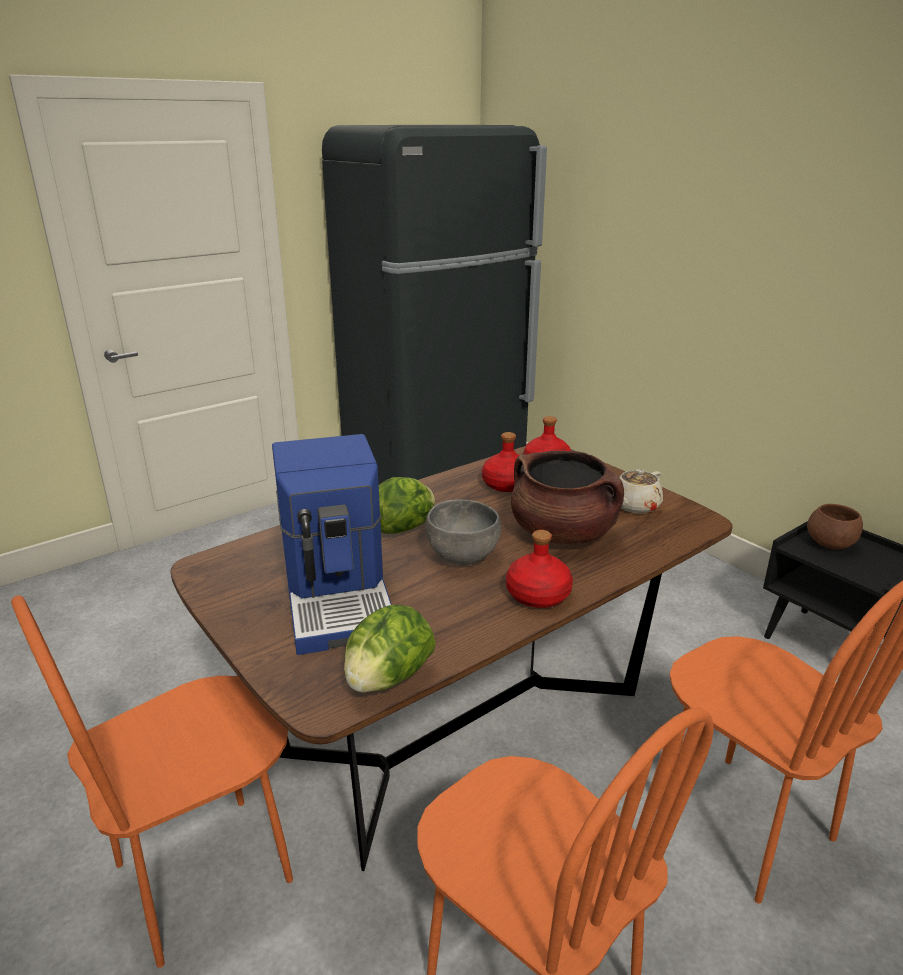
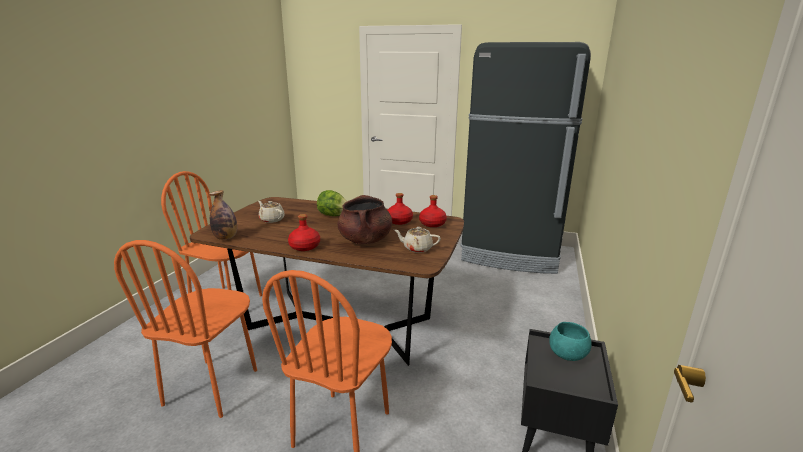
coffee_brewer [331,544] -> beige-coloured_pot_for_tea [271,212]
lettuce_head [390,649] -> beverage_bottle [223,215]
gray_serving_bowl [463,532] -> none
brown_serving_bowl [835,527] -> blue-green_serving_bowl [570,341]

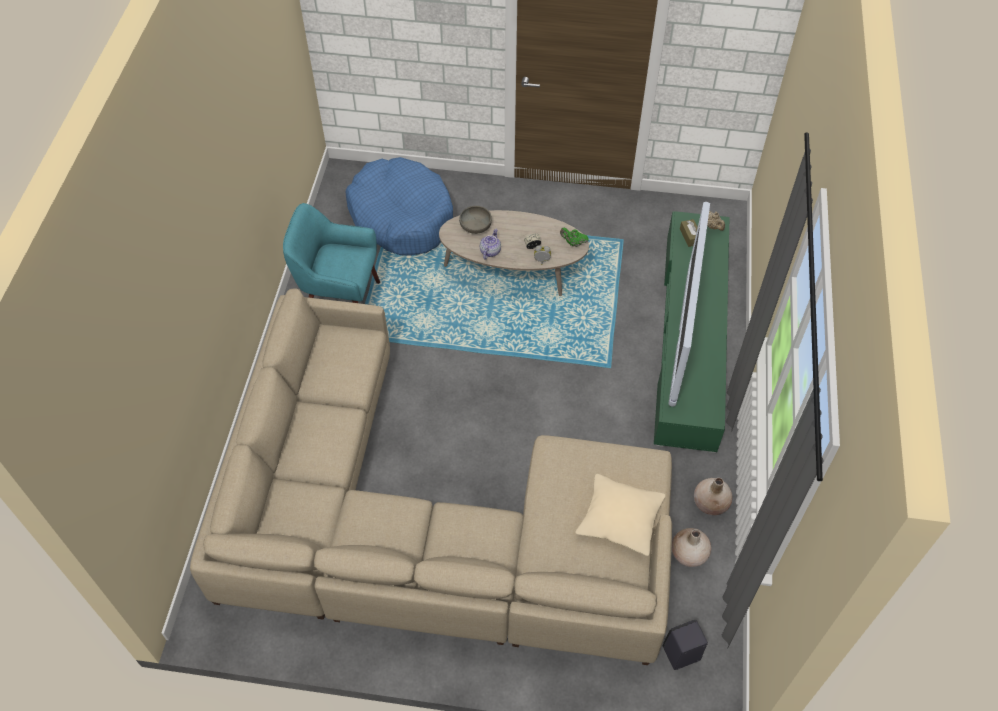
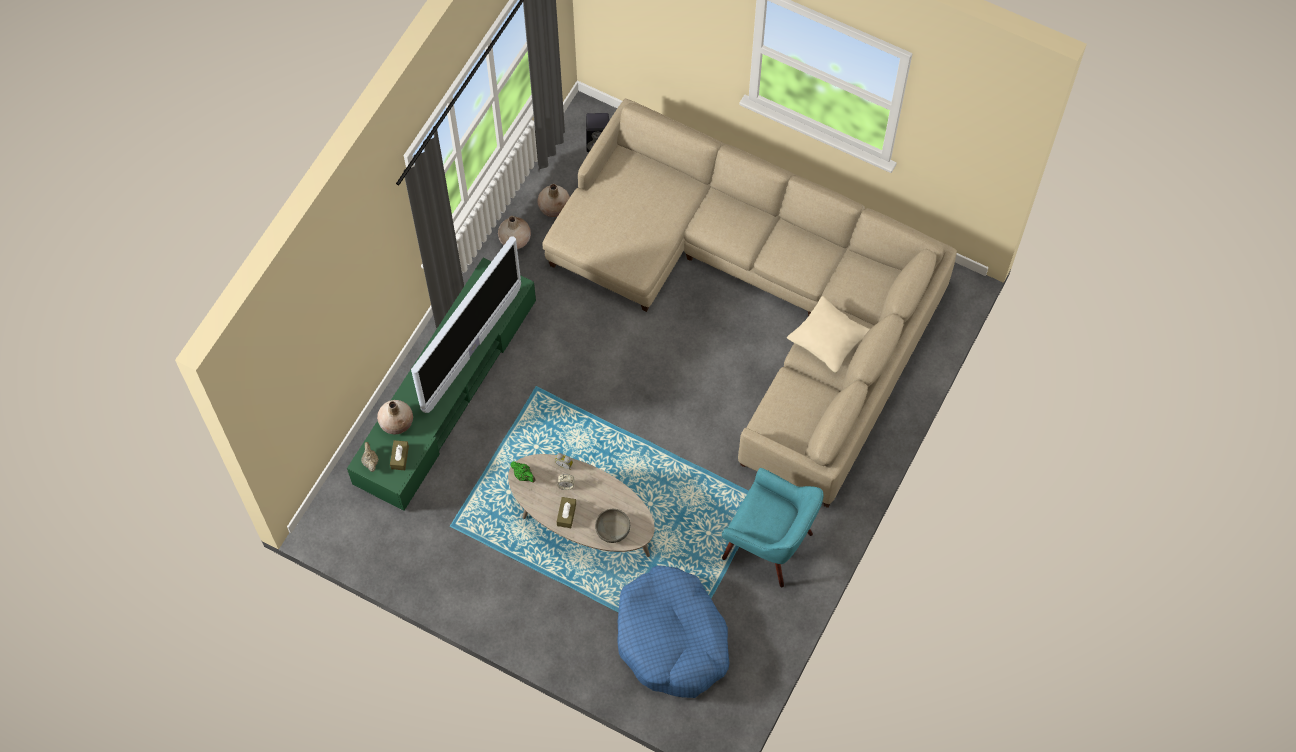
pot_for_tea [490,244] -> none
beige-coloured_cushion [620,515] -> beige-coloured_cushion [828,334], move
none -> beige-coloured_flower_vase [395,417]
none -> brown_tissue_box [566,512]

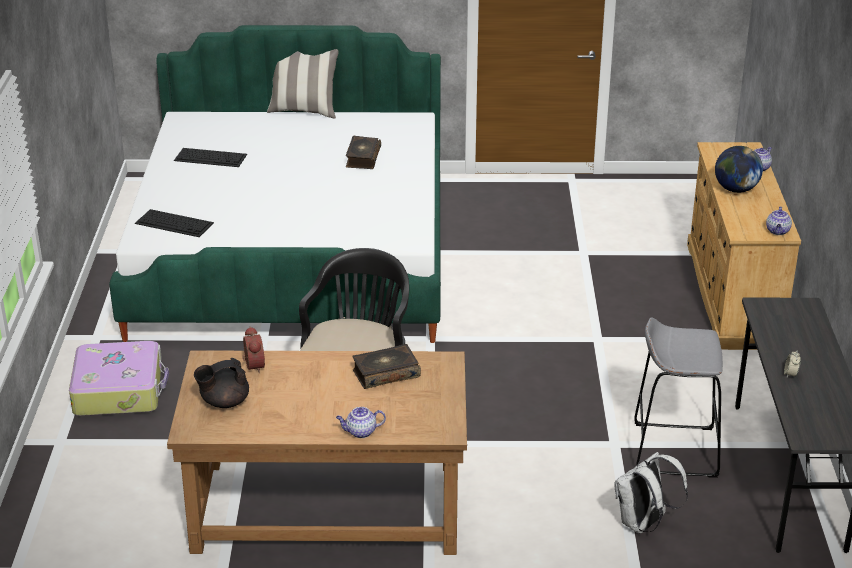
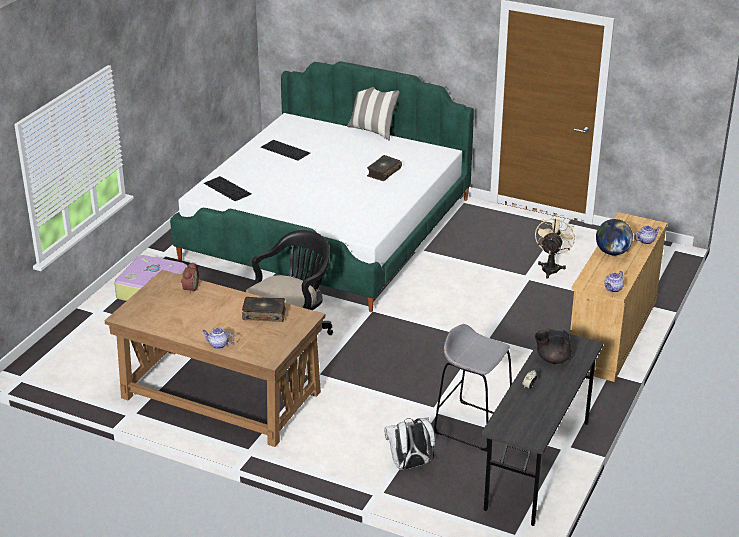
blackish_pot_for_tea [221,383] -> blackish_pot_for_tea [553,347], move
none -> beige-coloured_cooling_fan [555,246]

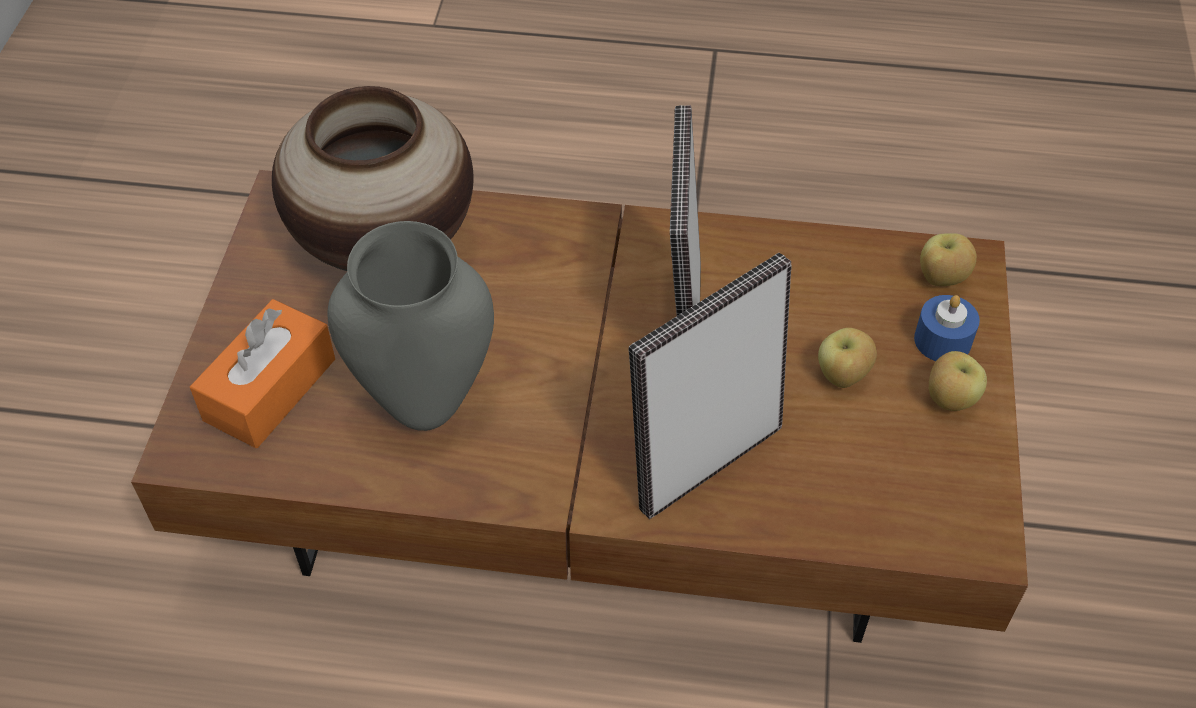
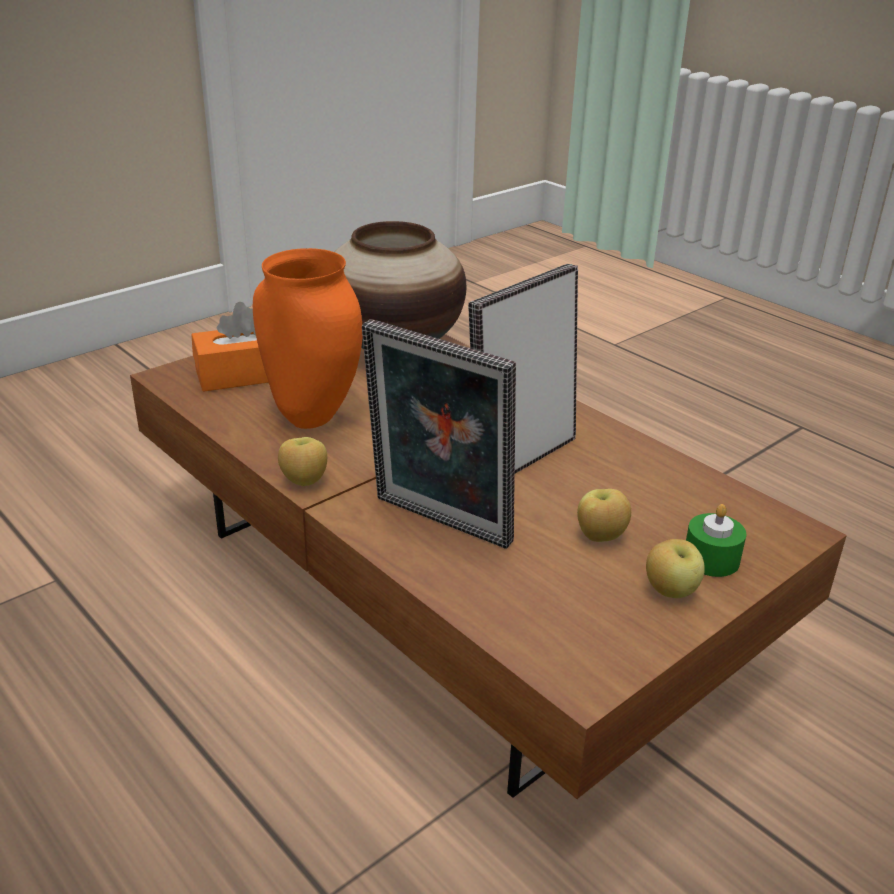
gray_flower_vase [410,326] -> orange_flower_vase [308,338]
standing_frame [710,386] -> standing_frame [439,434], 150 degrees counterclockwise
blue_candle [947,328] -> greenish_candle [716,540]
apple_fruit [948,259] -> apple_fruit [302,461], move

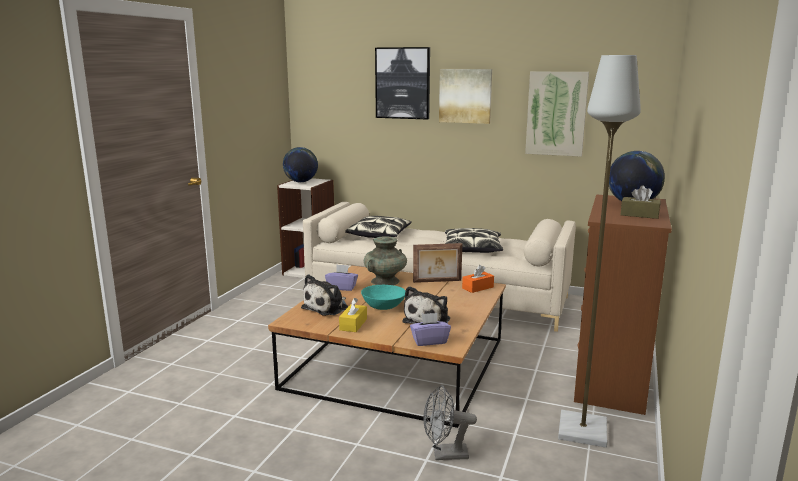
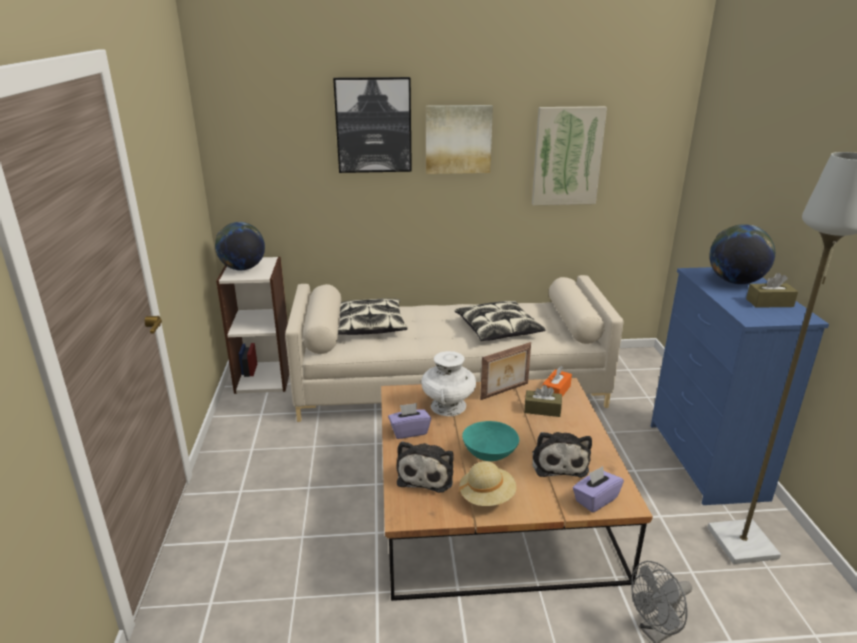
yellow_tissue_box [353,315] -> beige-coloured_clothing_hat [487,483]
blue-green_flower_vase [385,260] -> white-coloured_flower_vase [448,383]
brown_chest_of_drawers [623,304] -> blue_chest_of_drawers [740,386]
none -> brown_tissue_box [543,401]

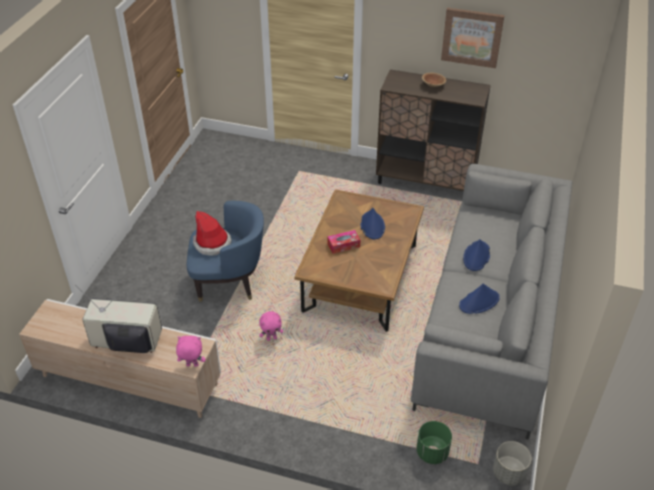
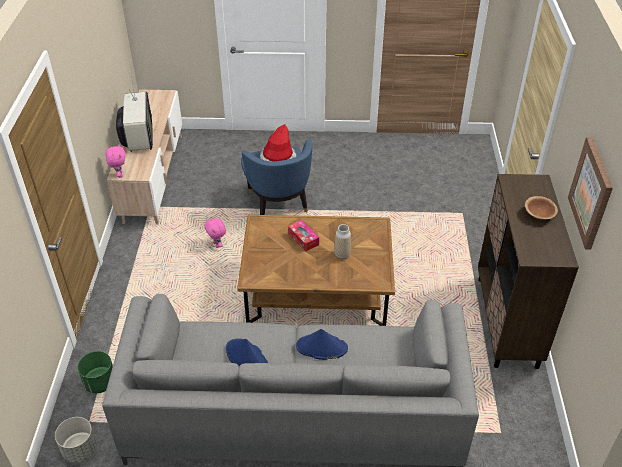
blue_clothing_hat [372,223] -> flower_vase [342,241]

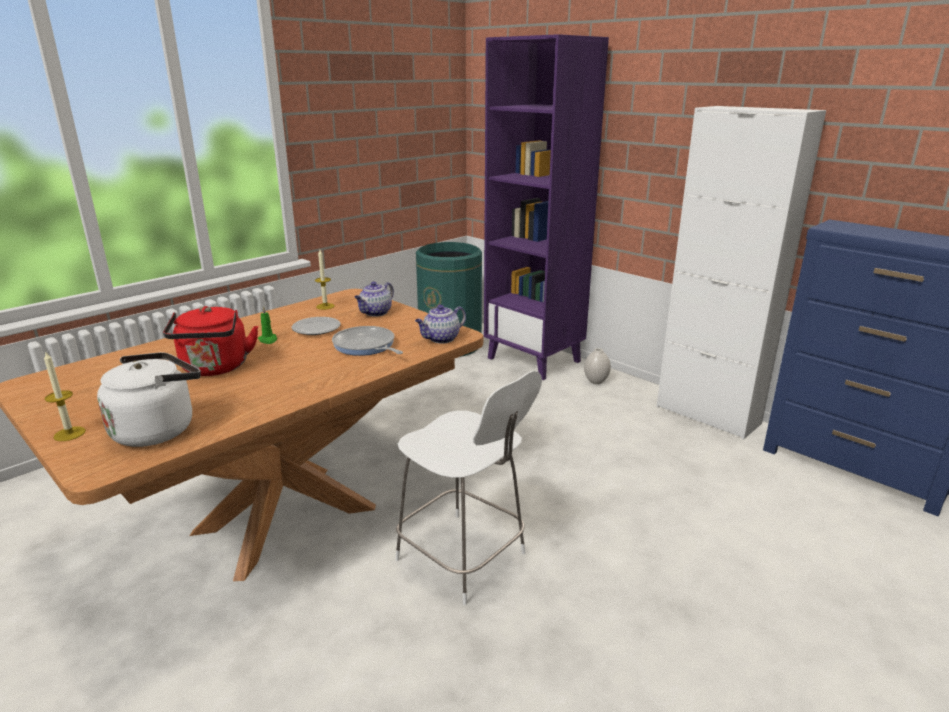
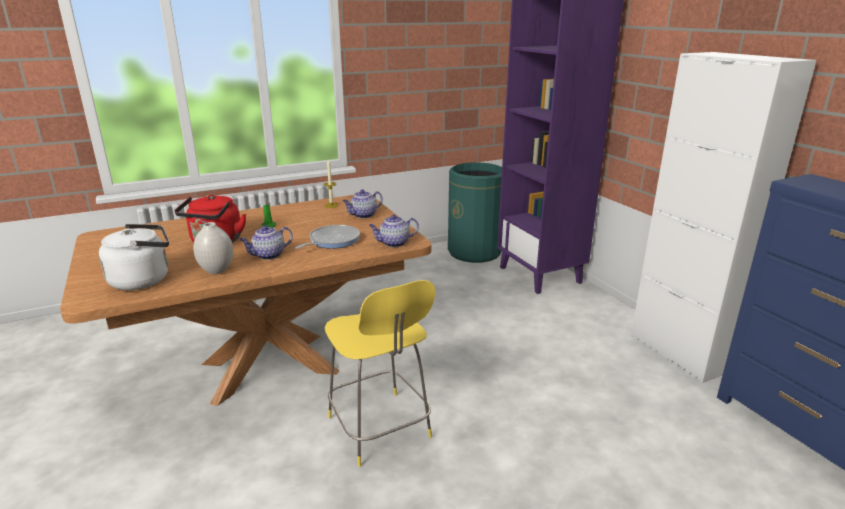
candle [65,396] -> none
flat_dish [316,326] -> none
frying_pan [367,341] -> frying_pan [327,237], 60 degrees clockwise
white-coloured_stool [468,488] -> yellow_stool [380,373]
white-coloured_flower_vase [597,366] -> white-coloured_flower_vase [213,248], move
none -> pot_for_tea [266,242]

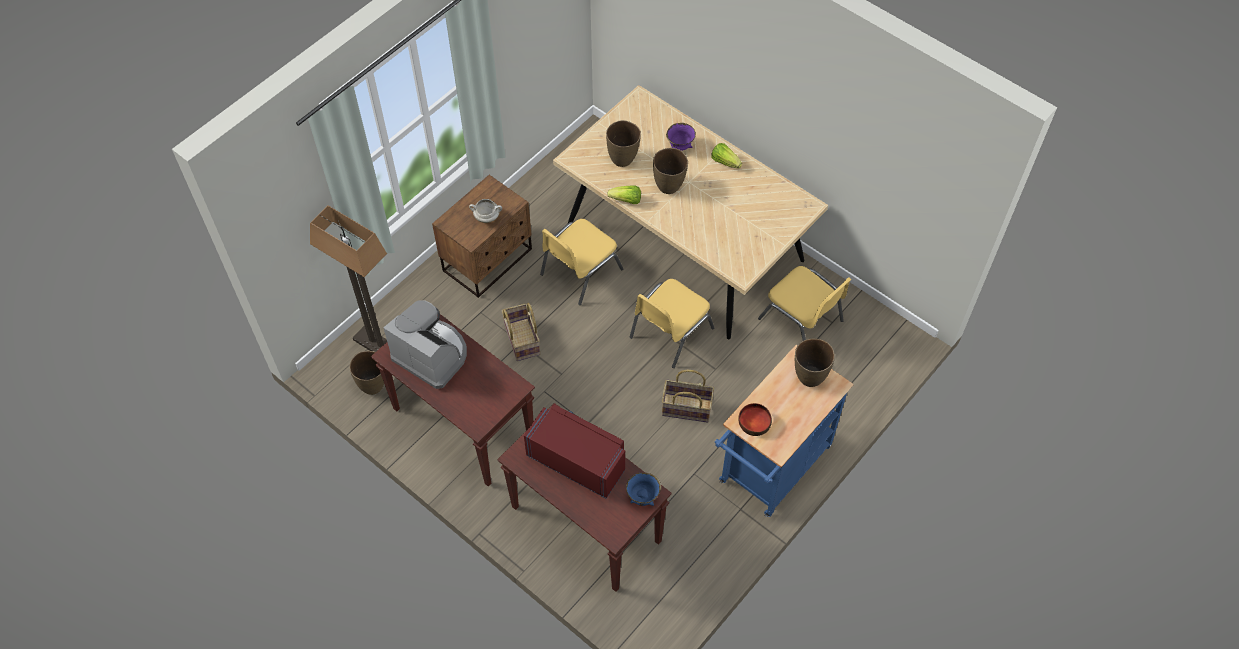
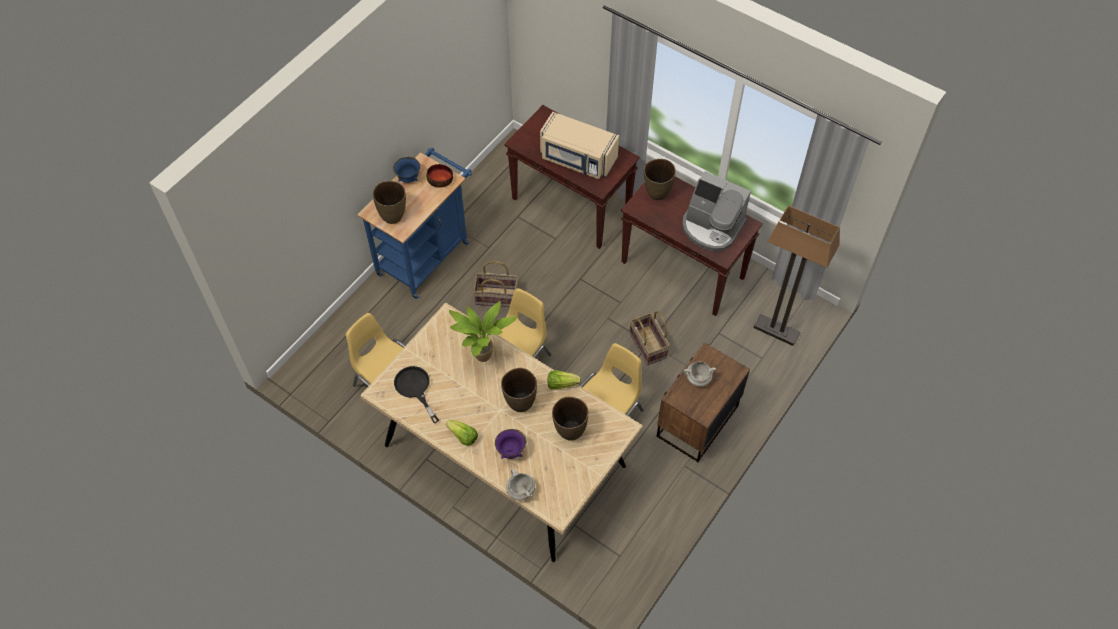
brown_flower_vase [366,373] -> brown_flower_vase [660,179], move
red-coloured_kitchen_microwave [574,451] -> beige-coloured_kitchen_microwave [579,145]
blue_serving_bowl [644,489] -> blue_serving_bowl [406,170], move
none -> blackish_frying_pan [416,394]
none -> houseplant [483,331]
none -> white-coloured_saucepot [520,484]

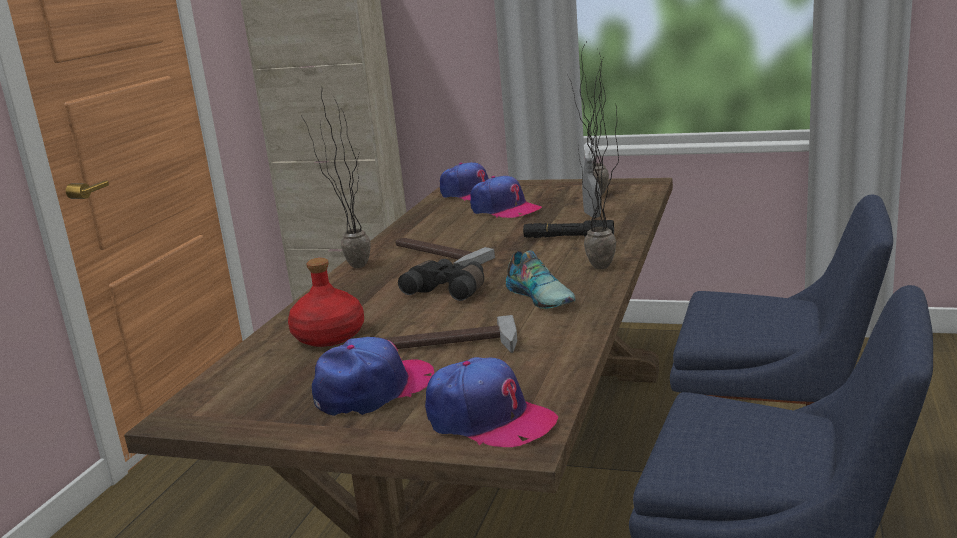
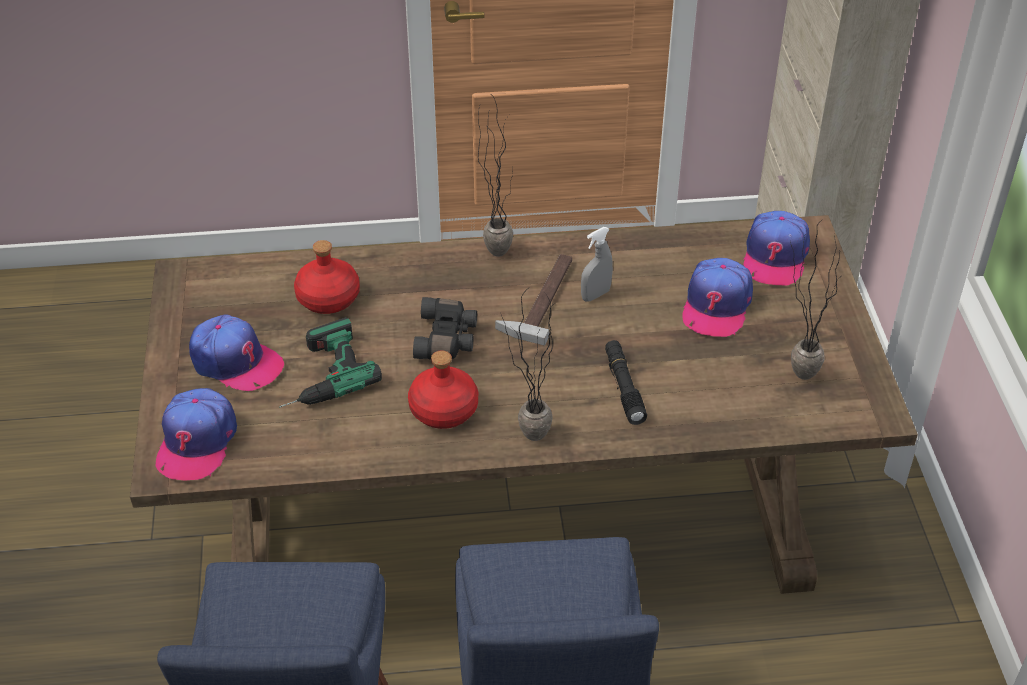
hand_hammer [450,334] -> electric_drill [330,362]
shoe [541,279] -> red-coloured_beverage_bottle [443,389]
gray_spray_bottle [591,180] -> gray_spray_bottle [597,264], move

